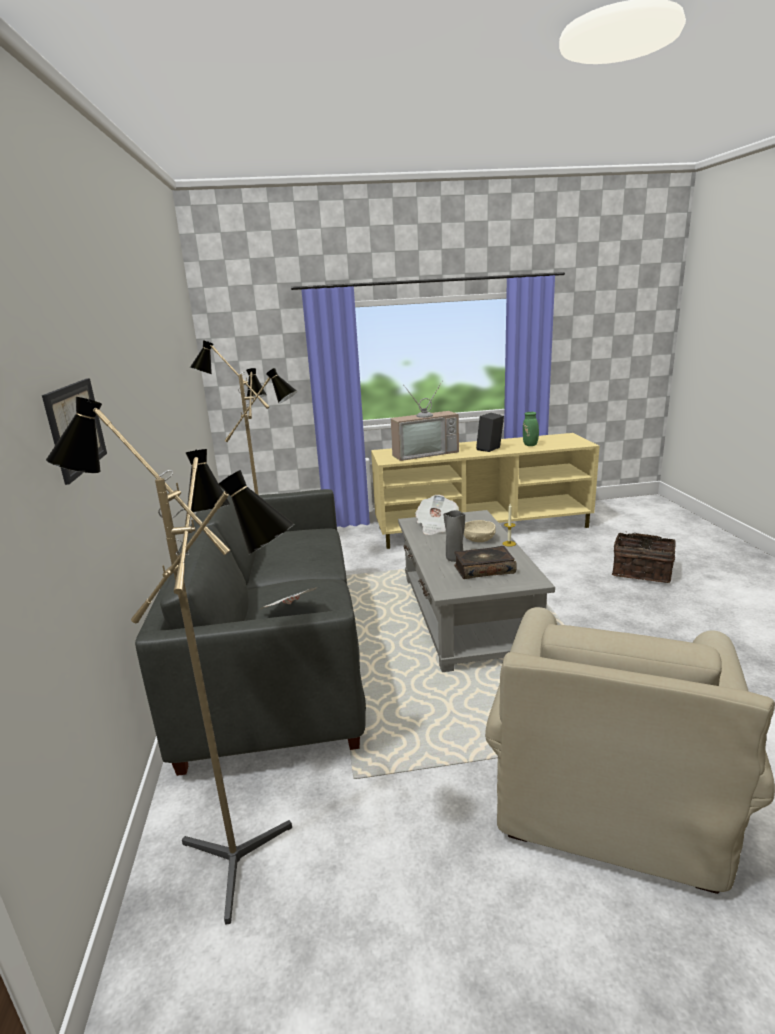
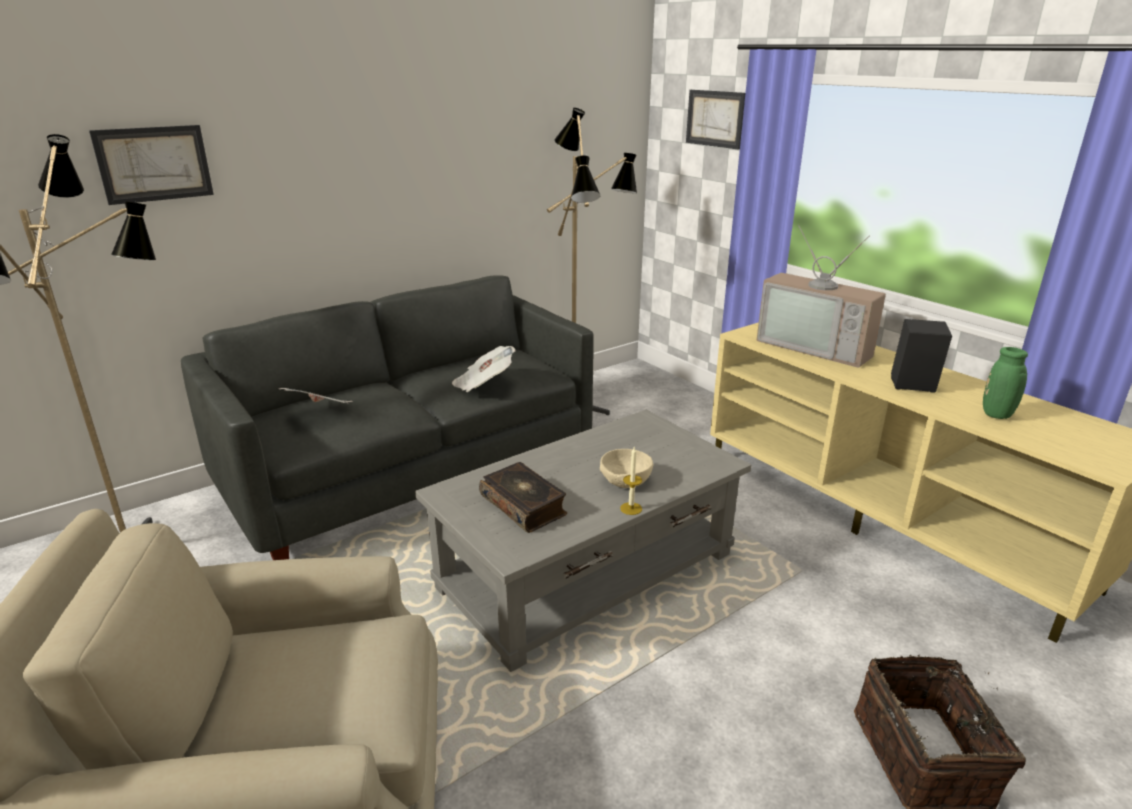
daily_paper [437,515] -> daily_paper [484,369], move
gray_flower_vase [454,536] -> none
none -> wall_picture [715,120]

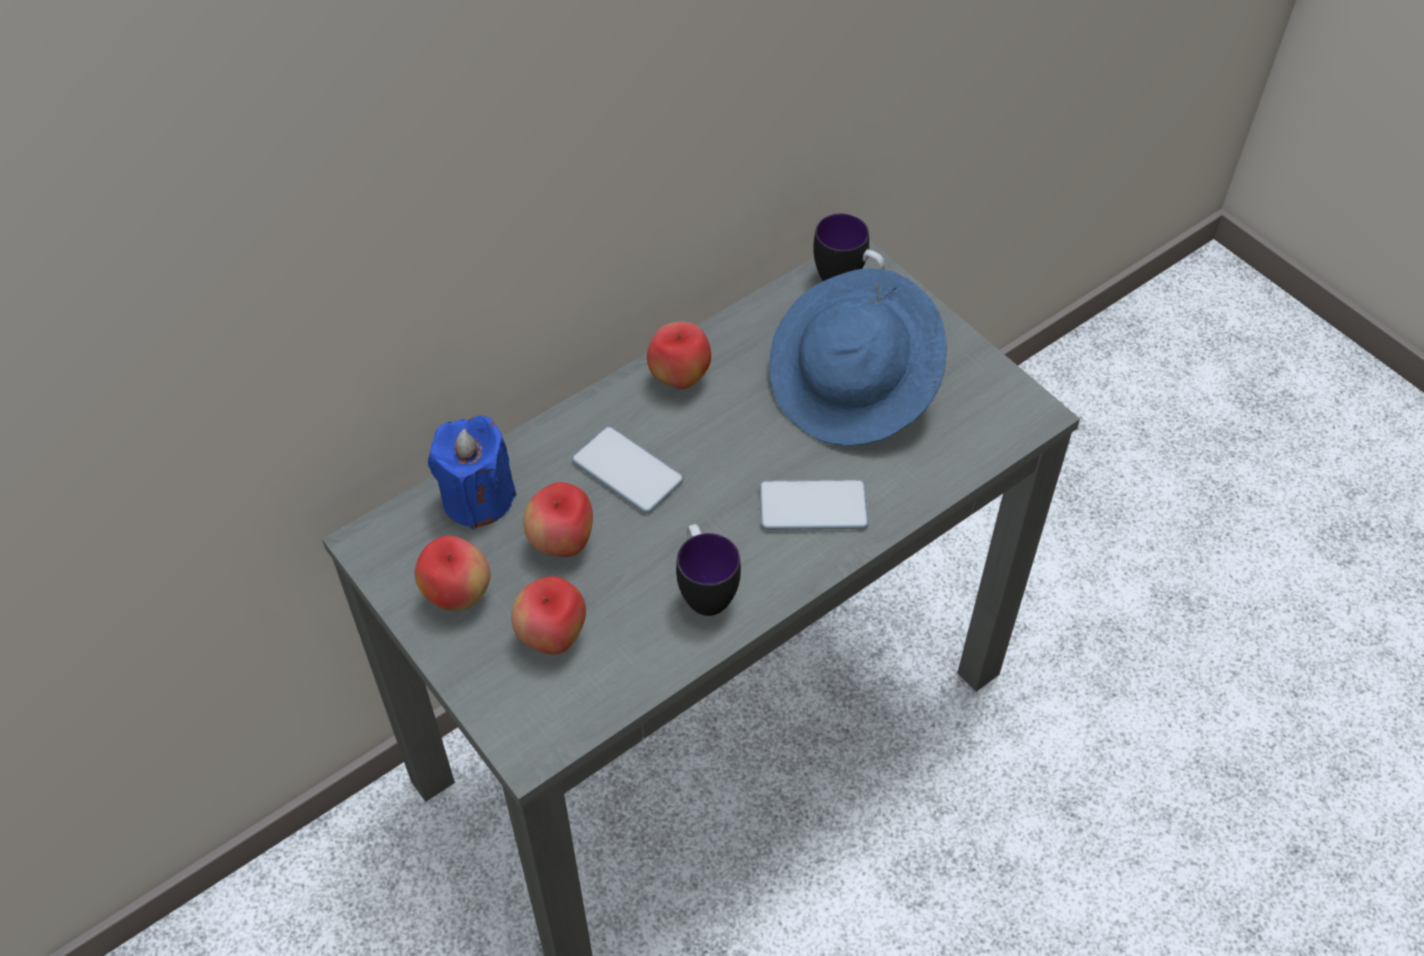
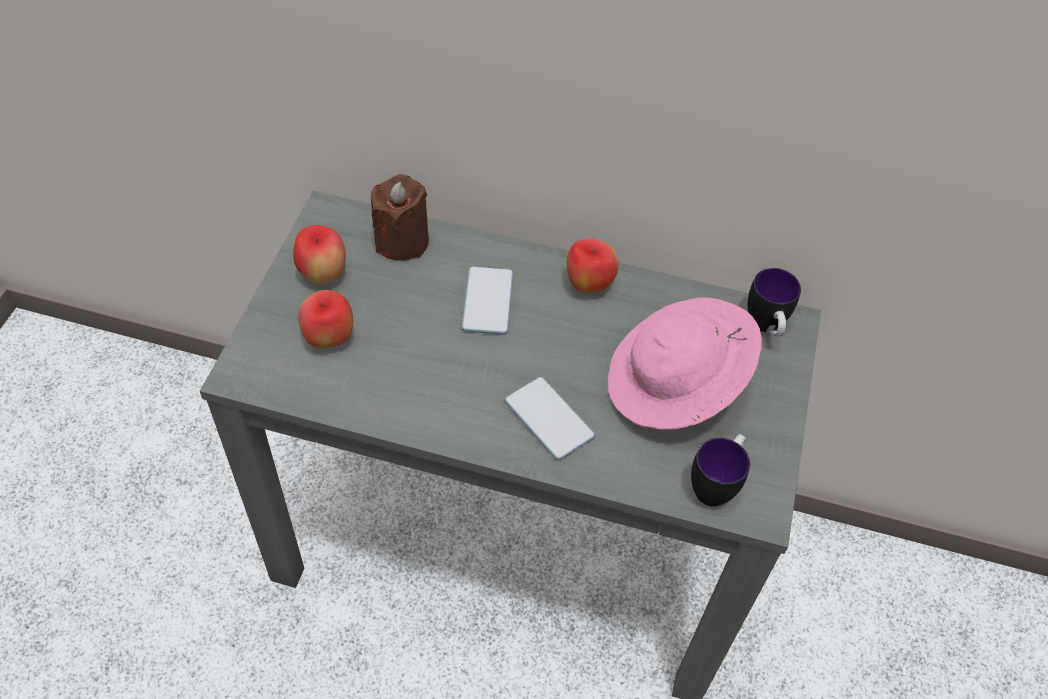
blue_candle [472,473] -> brown_candle [400,217]
apple_fruit [558,519] -> none
tea_mug [708,570] -> tea_mug [720,470], move
blue_clothing_hat [858,357] -> pink-coloured_clothing_hat [684,363]

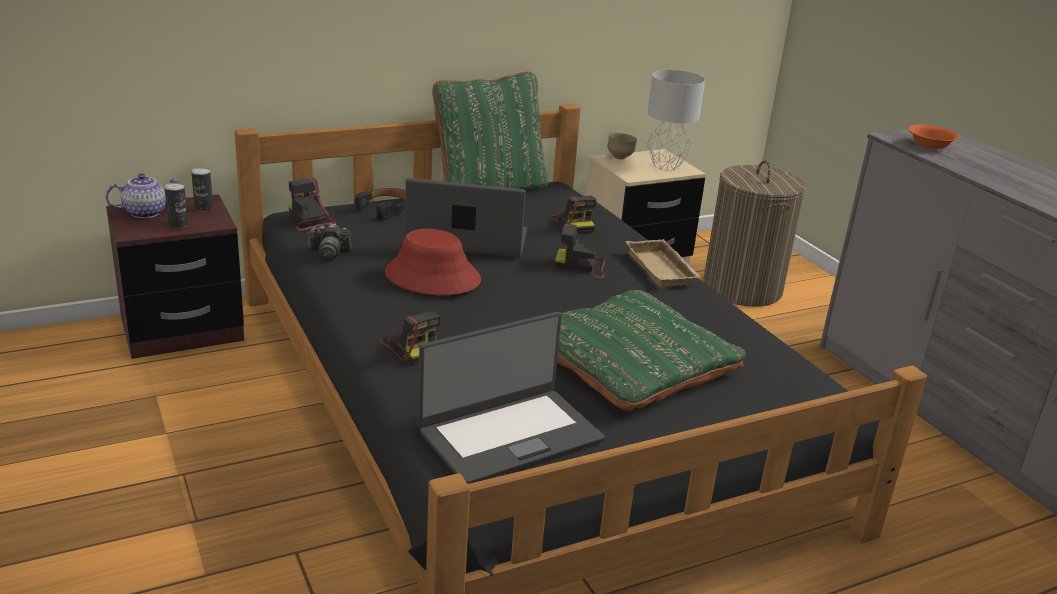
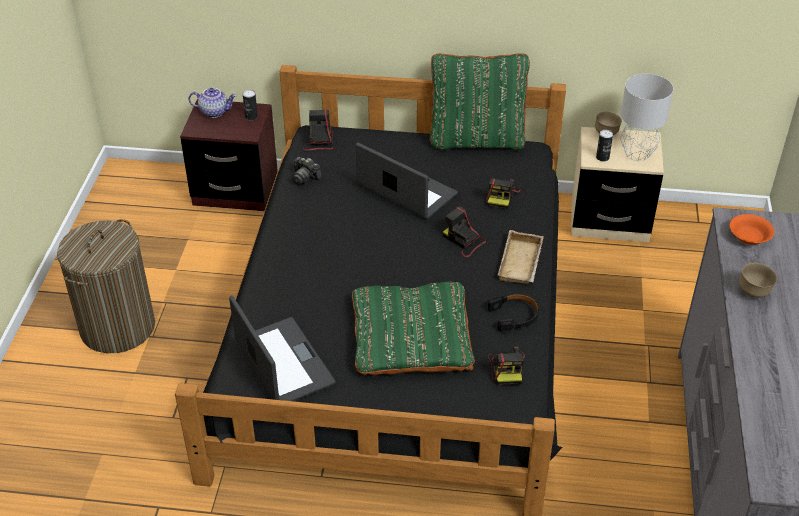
can [176,205] -> can [604,145], move
blackish_pair_of_headphones [380,203] -> blackish_pair_of_headphones [513,313], move
photo_camera [410,337] -> photo_camera [506,366], move
red-coloured_clothing_hat [433,262] -> none
notebook_computer [511,398] -> notebook_computer [282,348], 120 degrees counterclockwise
hamper [754,233] -> hamper [106,286], move
none -> brown_serving_bowl [758,280]

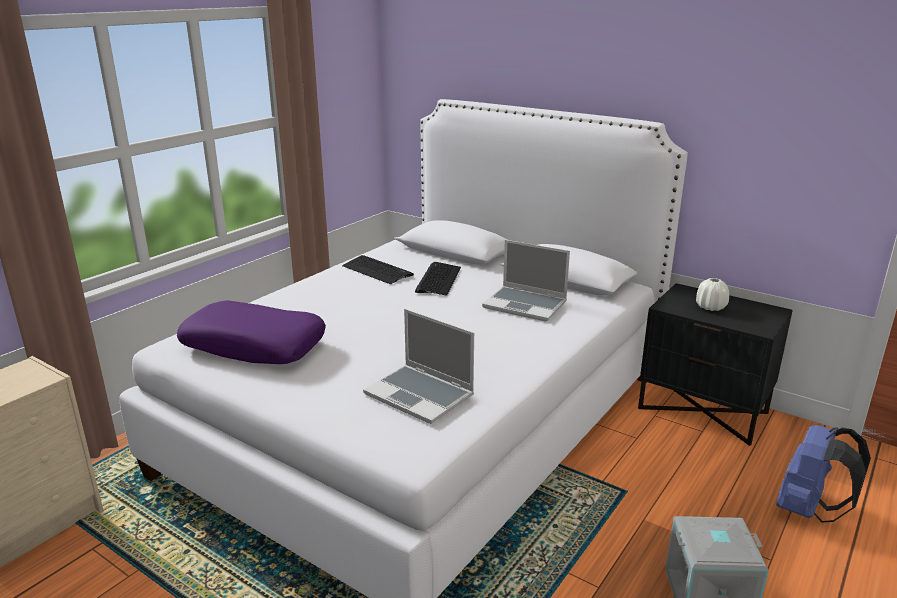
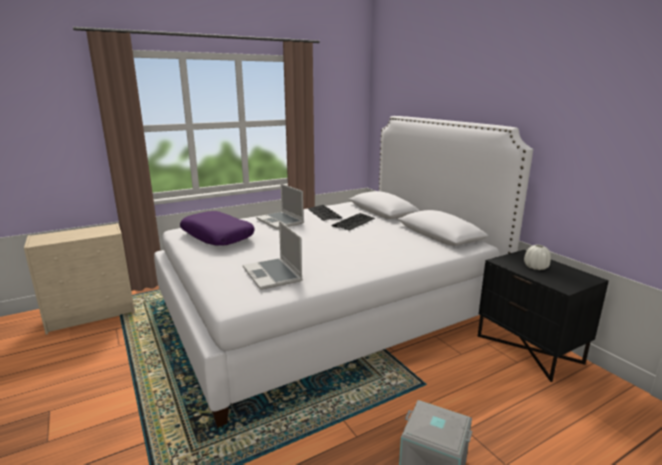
notebook_computer [526,281] -> notebook_computer [280,206], move
blue_knapsack [823,474] -> none

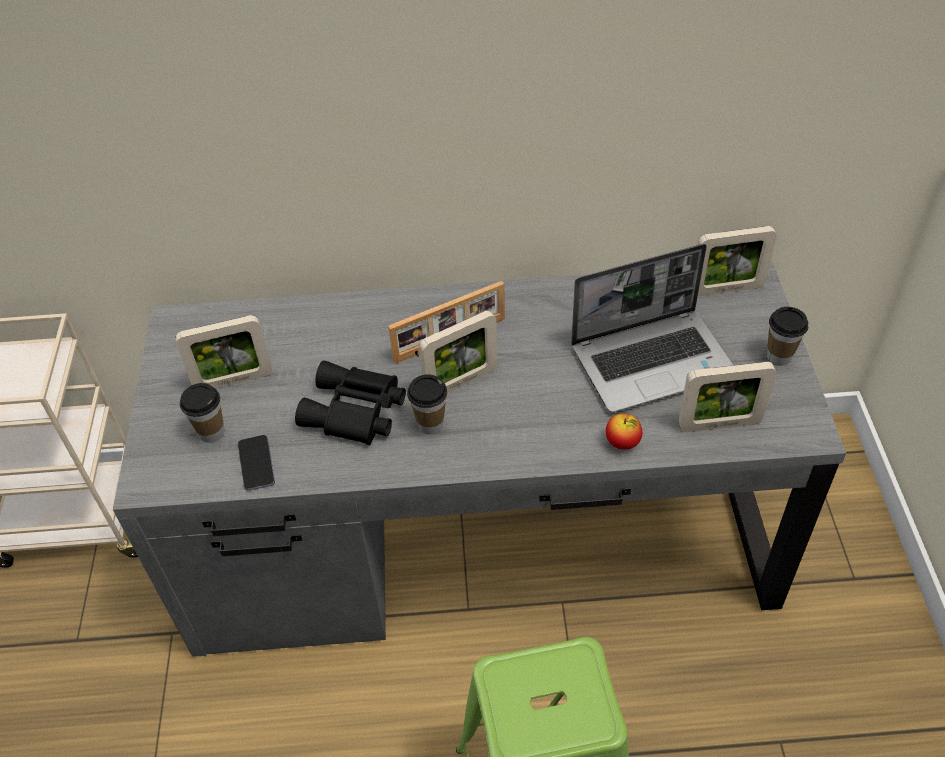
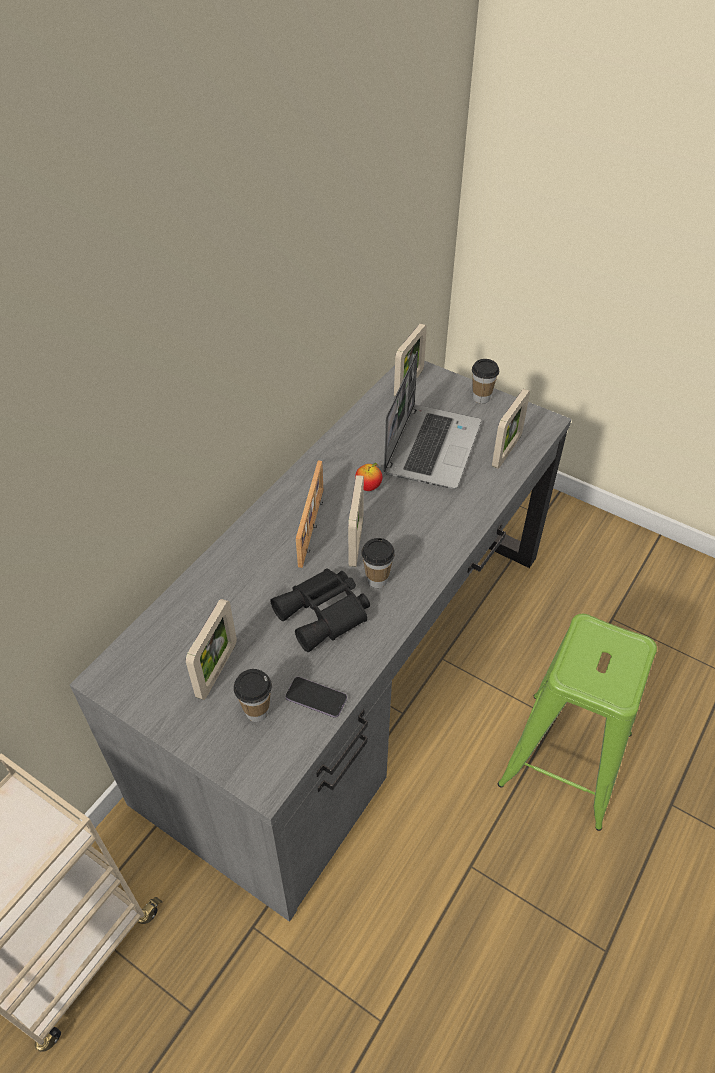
apple_fruit [624,432] -> apple_fruit [368,477], move

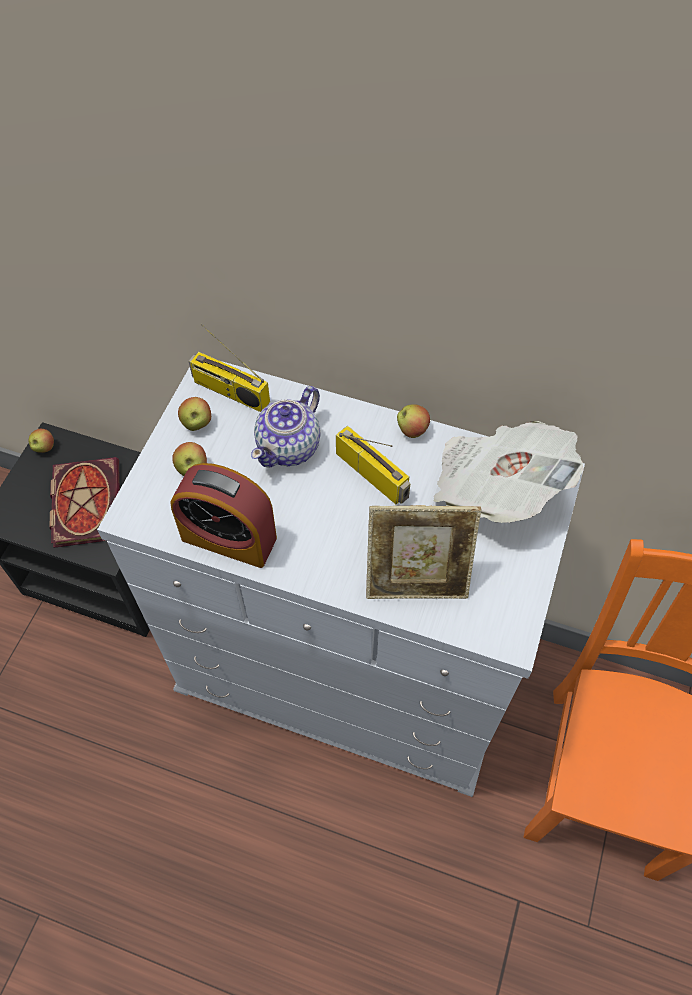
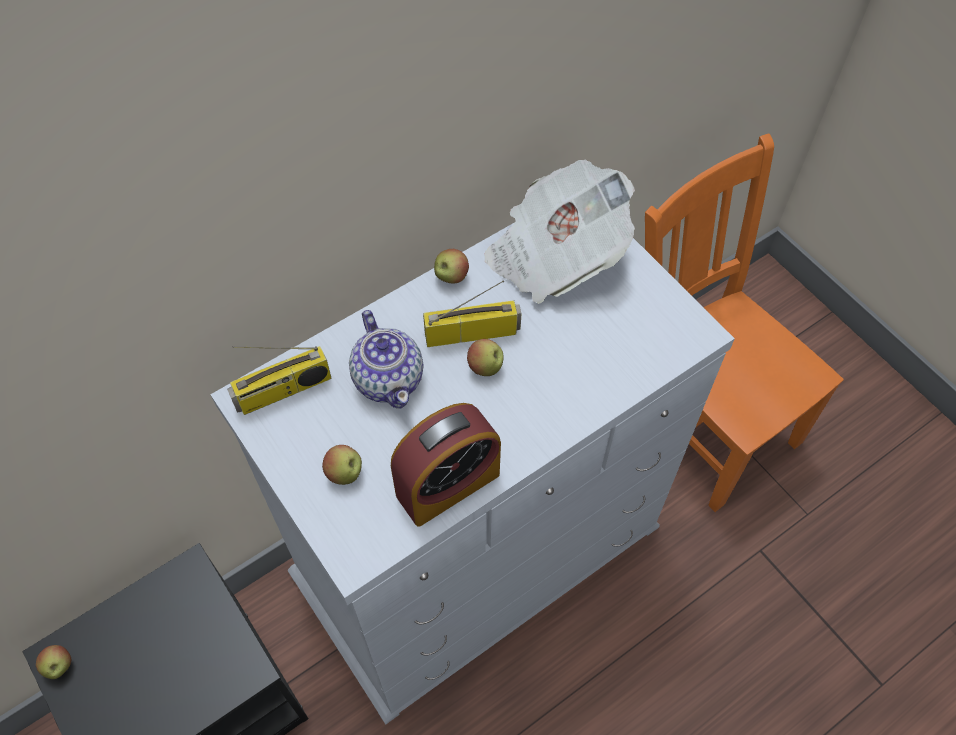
volume [84,502] -> none
apple_fruit [194,414] -> apple_fruit [485,357], move
standing_frame [423,552] -> none

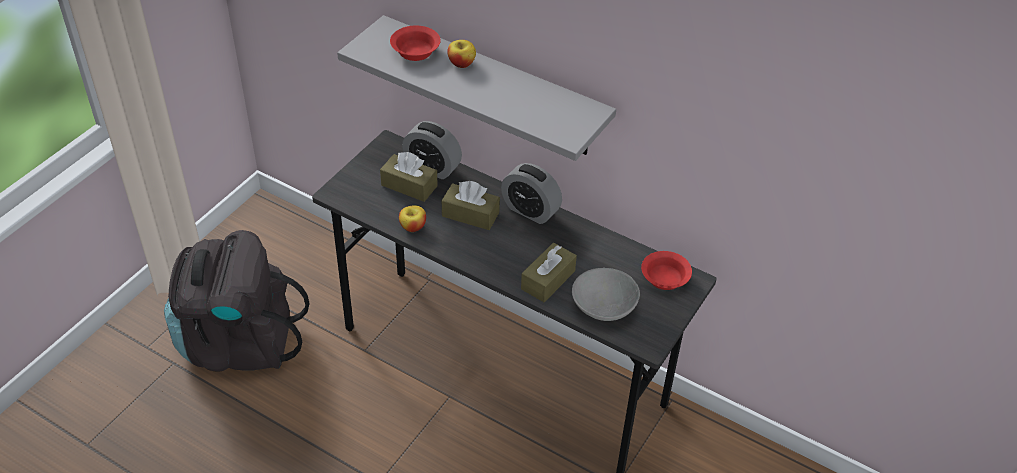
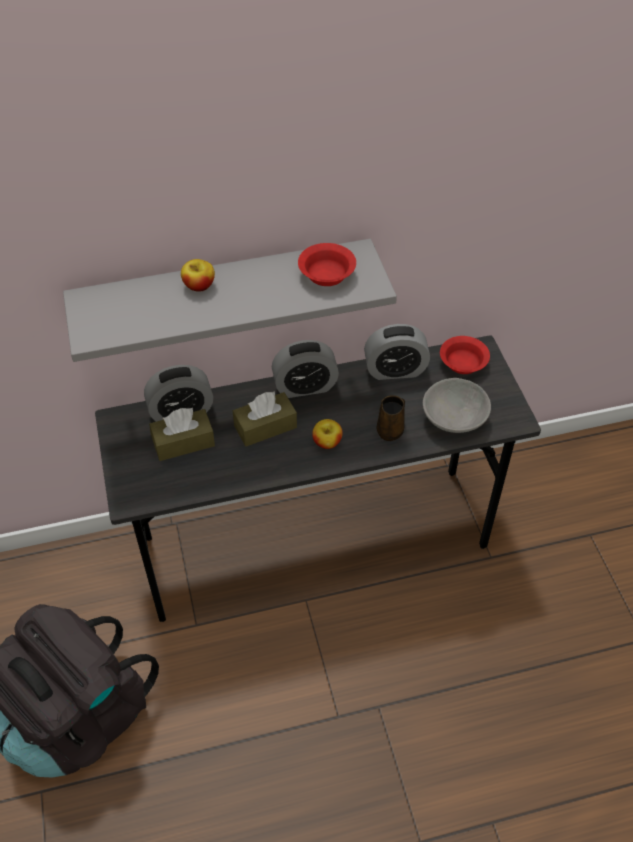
red-coloured_serving_bowl [415,43] -> red-coloured_serving_bowl [327,264], move
apple_fruit [412,218] -> apple_fruit [327,434], move
brown_tissue_box [549,272] -> brown_tea_mug [391,418]
none -> table_clock [397,352]

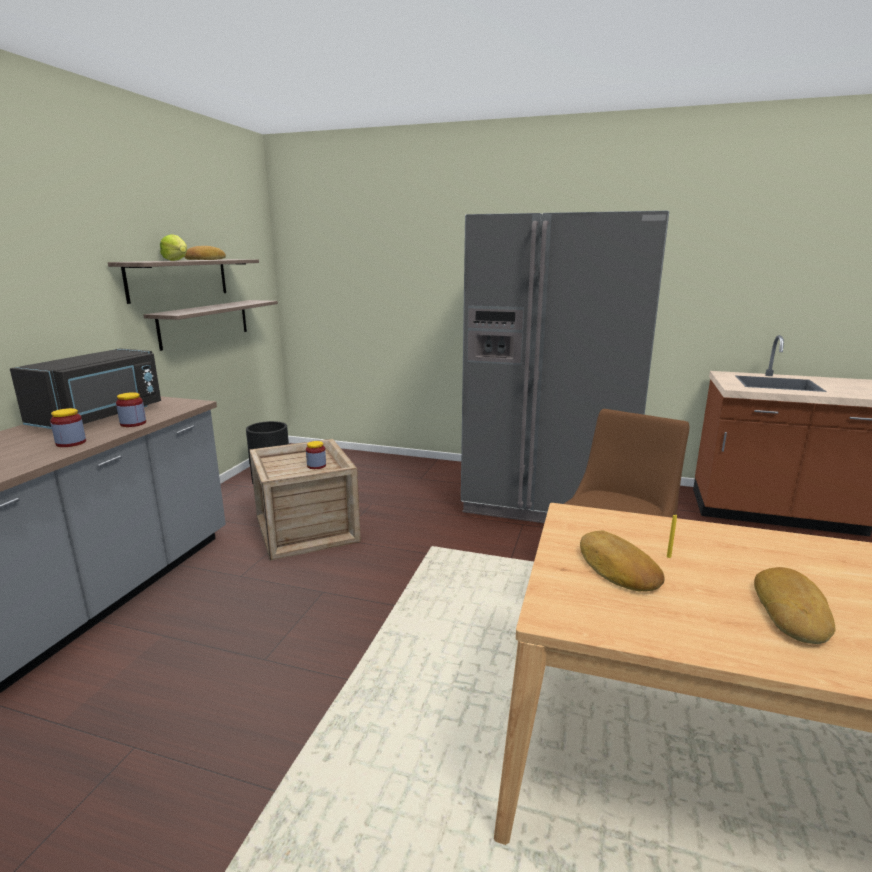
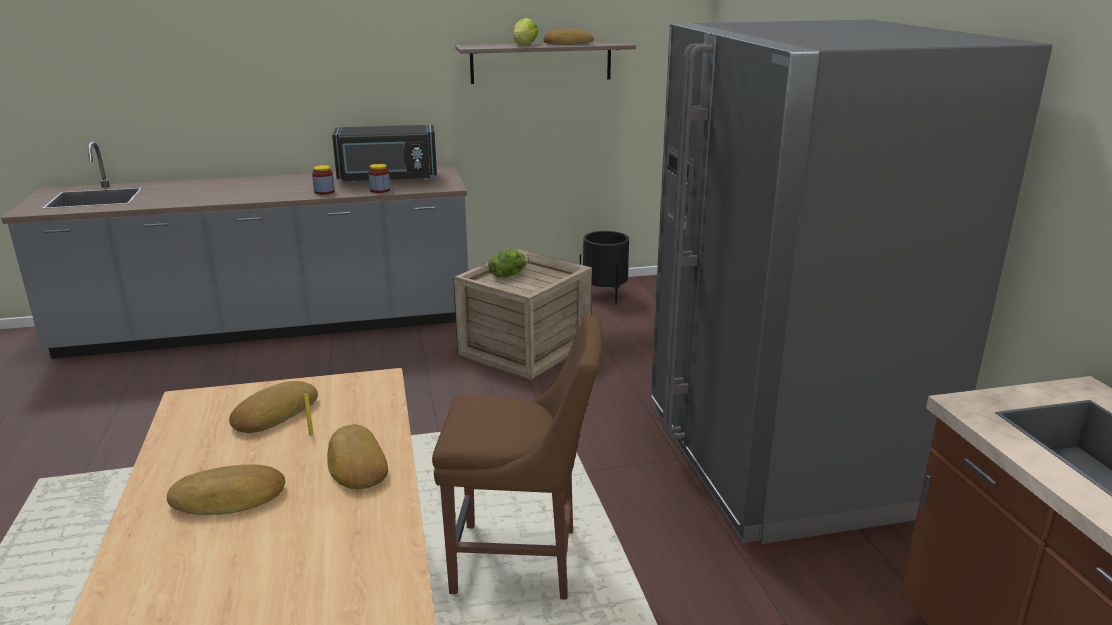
shelf [210,325] -> none
jar [316,455] -> none
none -> bakery_bread [357,456]
none -> lettuce_head [508,263]

